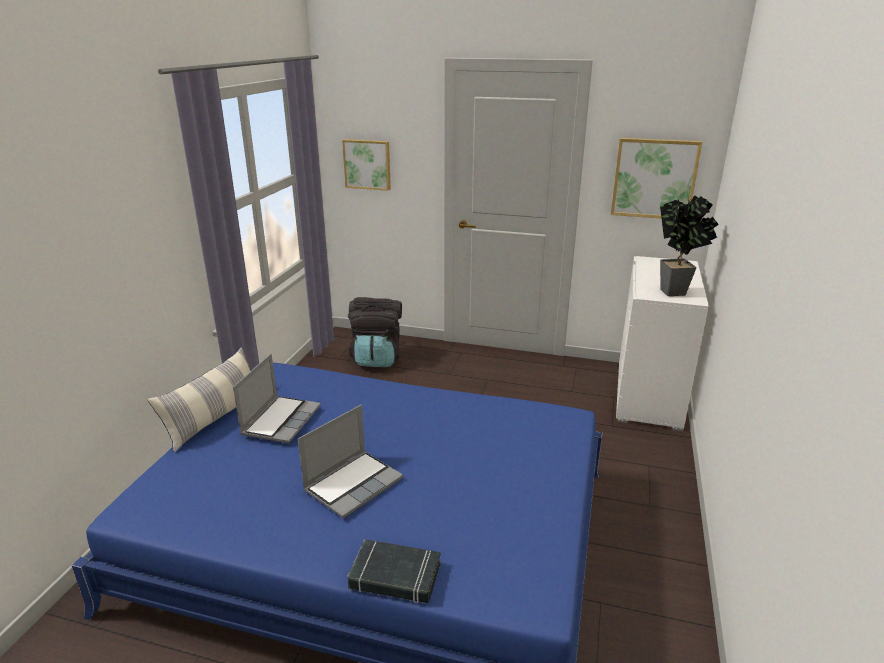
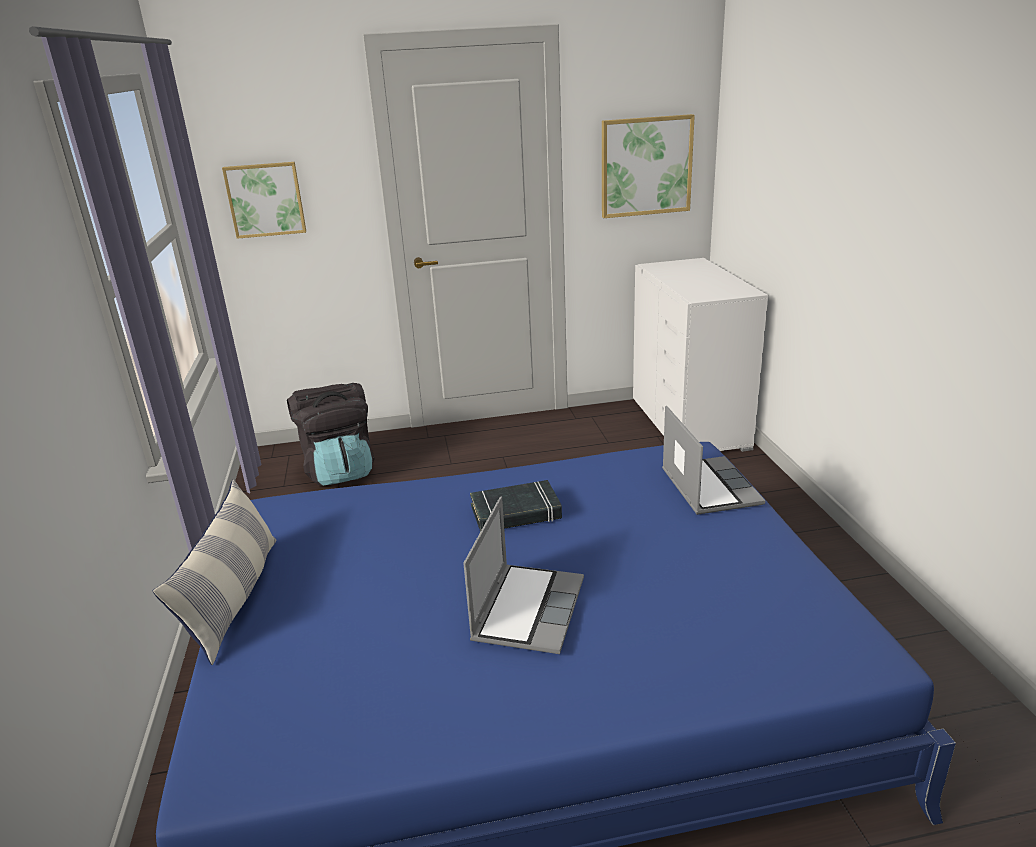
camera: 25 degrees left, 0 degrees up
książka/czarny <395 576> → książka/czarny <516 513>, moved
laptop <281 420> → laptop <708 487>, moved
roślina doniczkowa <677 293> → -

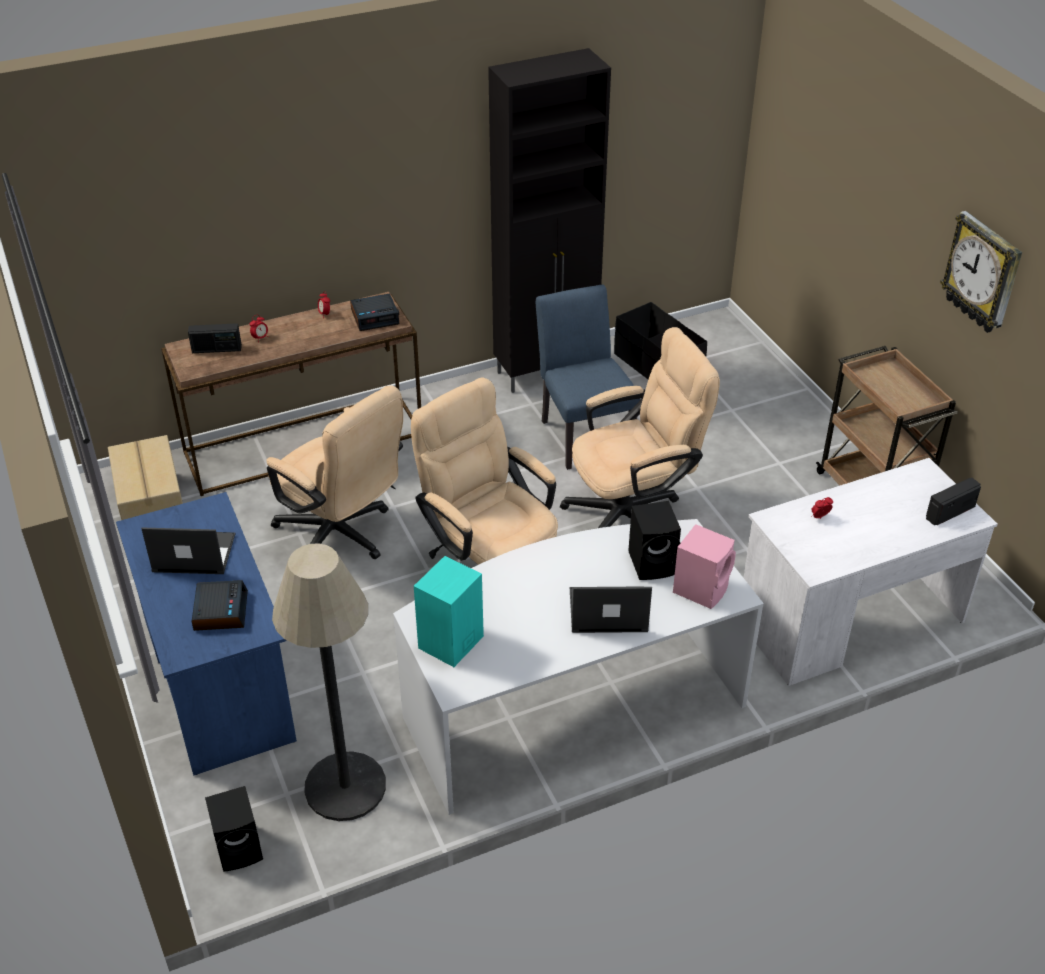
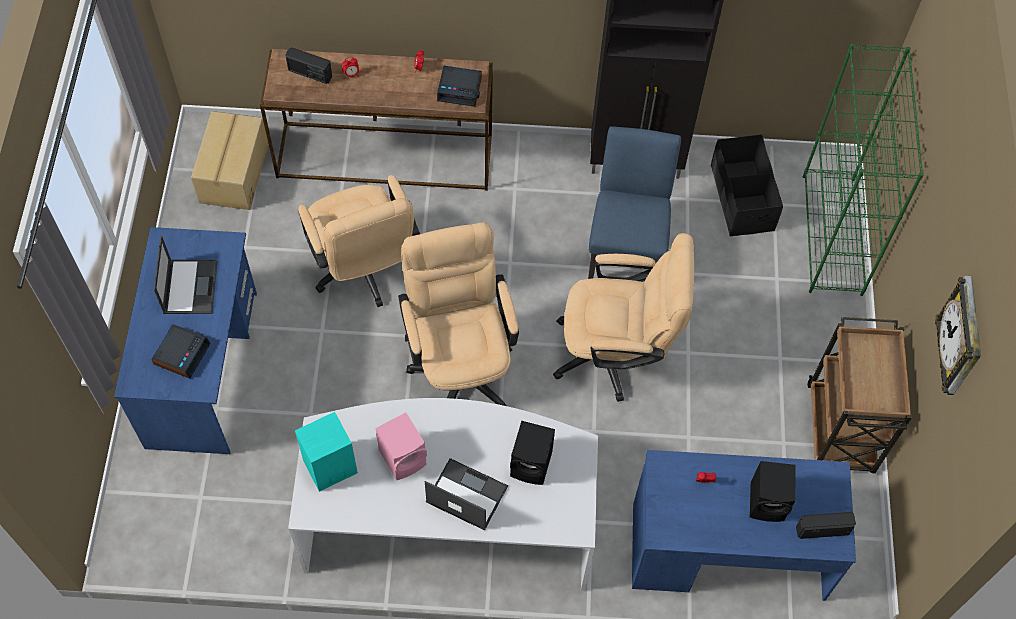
camera: 25 degrees right, 20 degrees up
laptop <193 553> → laptop <190 286>, 60 degrees clockwise
głośnik/różowy <702 588> → głośnik/różowy <404 457>, moved
biurko/biały <849 621> → biurko/niebieski <727 551>
głośnik/czarny <241 848> → głośnik/czarny <768 502>, moved
- → regał/zielony <832 235>
lampa stojąca <345 786> → -

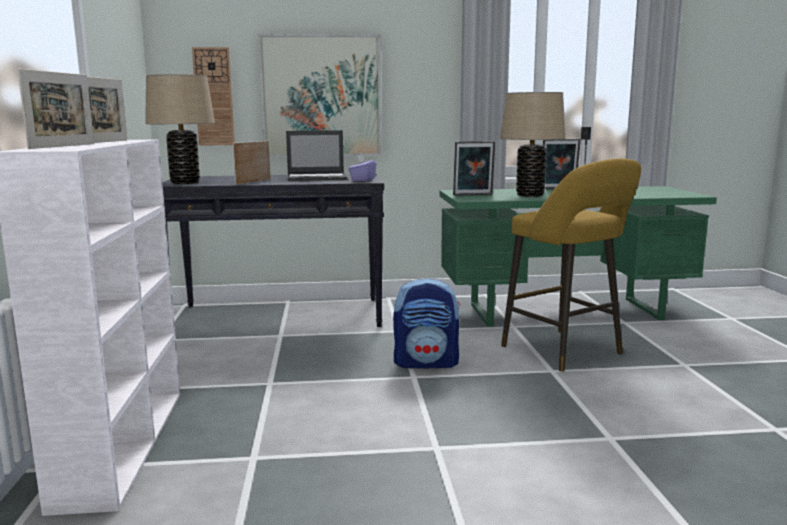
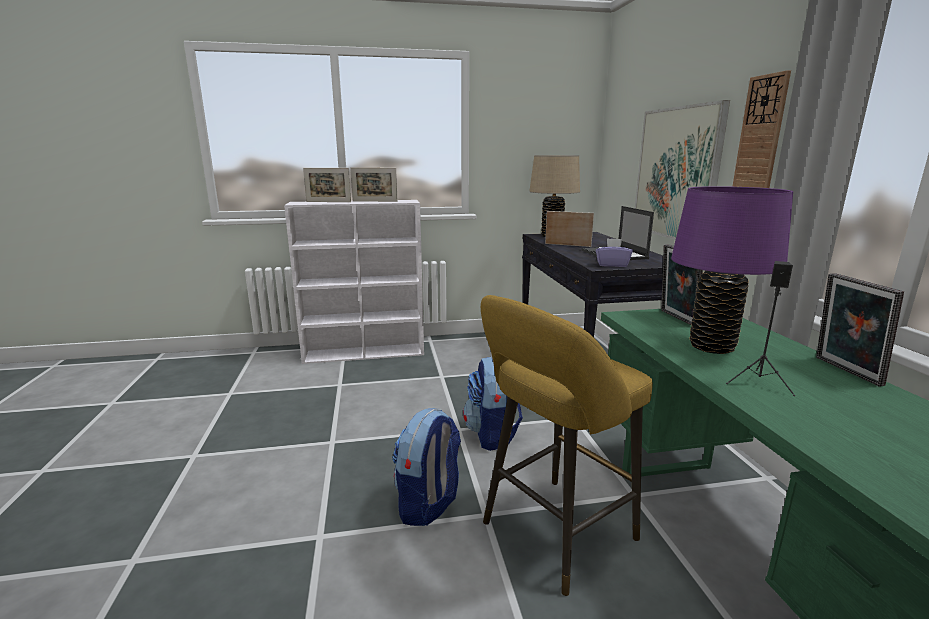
camera: 85 degrees right, 5 degrees up
- → plecak <428 504>
lampa stołowa/beżowy <530 195> → lampa stołowa/fioletowy <712 346>
zegar ścienny <214 97> → zegar ścienny <759 143>, moved

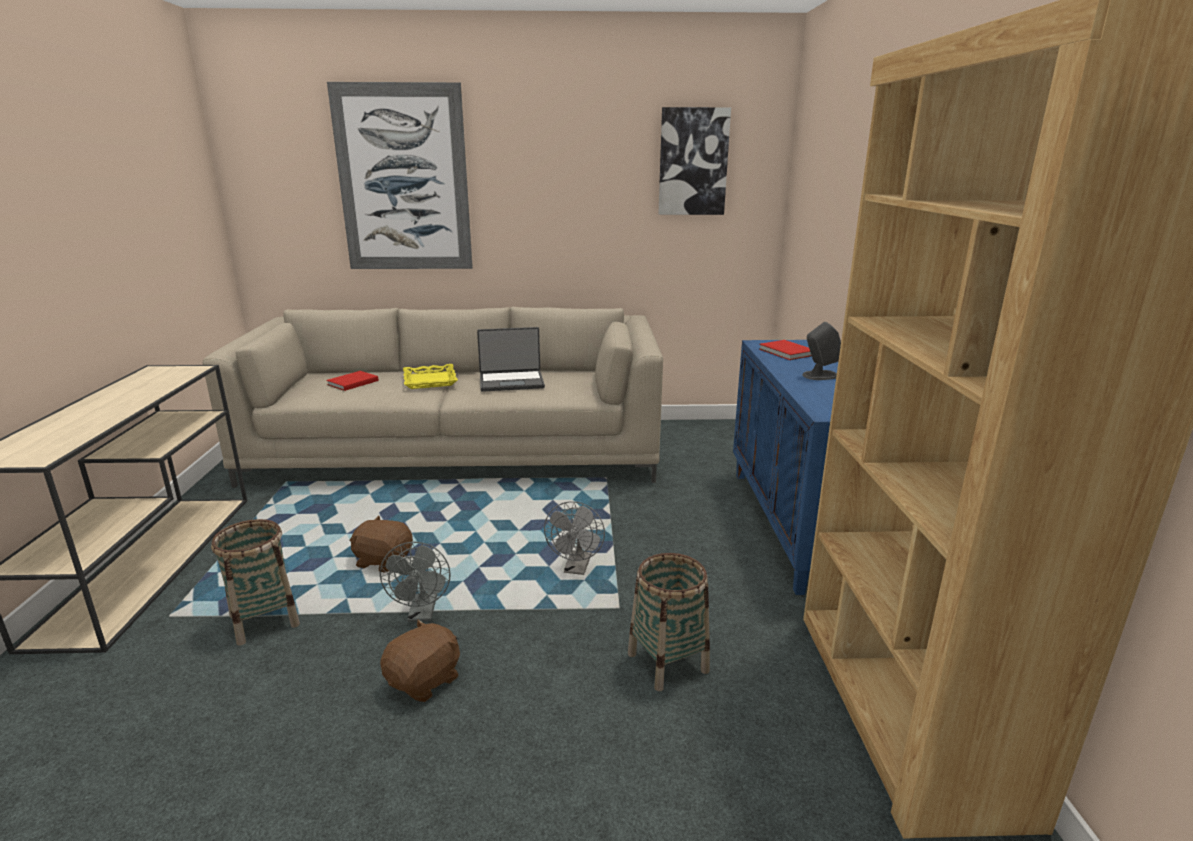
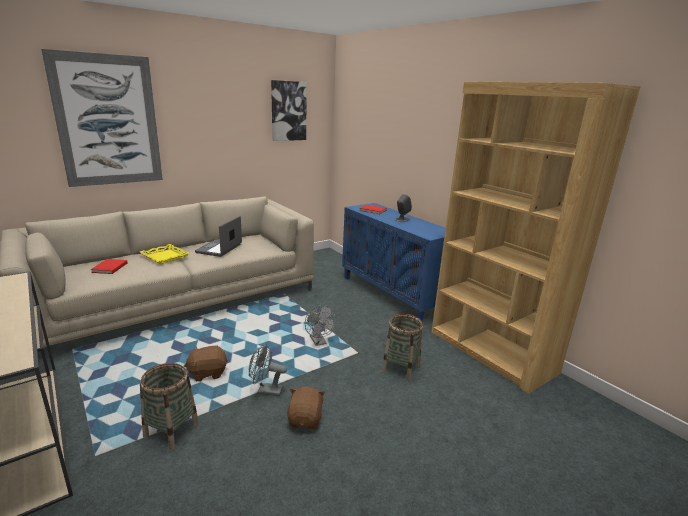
camera: 35 degrees left, 0 degrees up
laptop <511 382> → laptop <220 249>, 150 degrees clockwise
wentylator/szary <422 614> → wentylator/szary <265 390>, 135 degrees clockwise

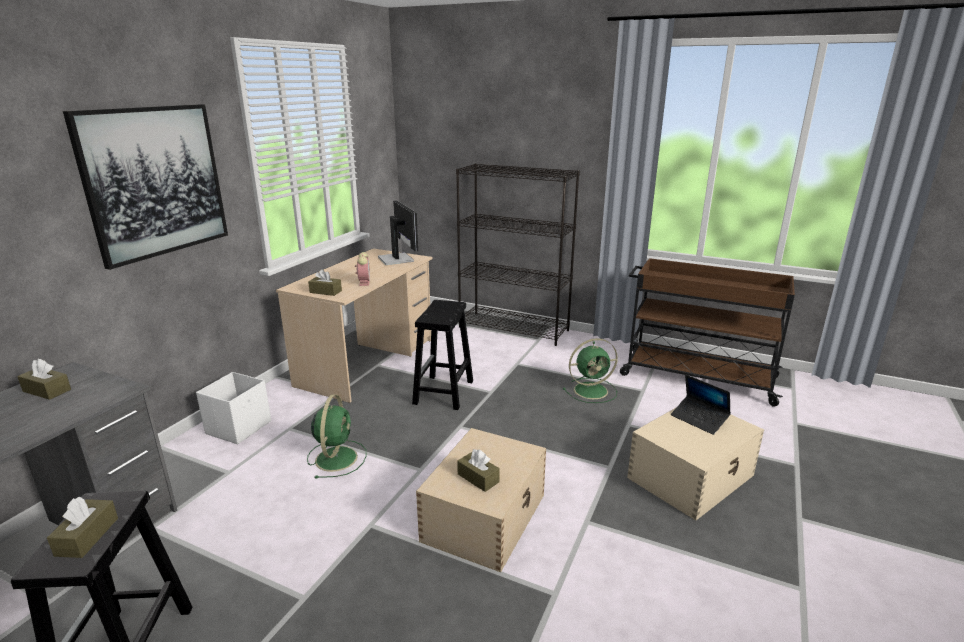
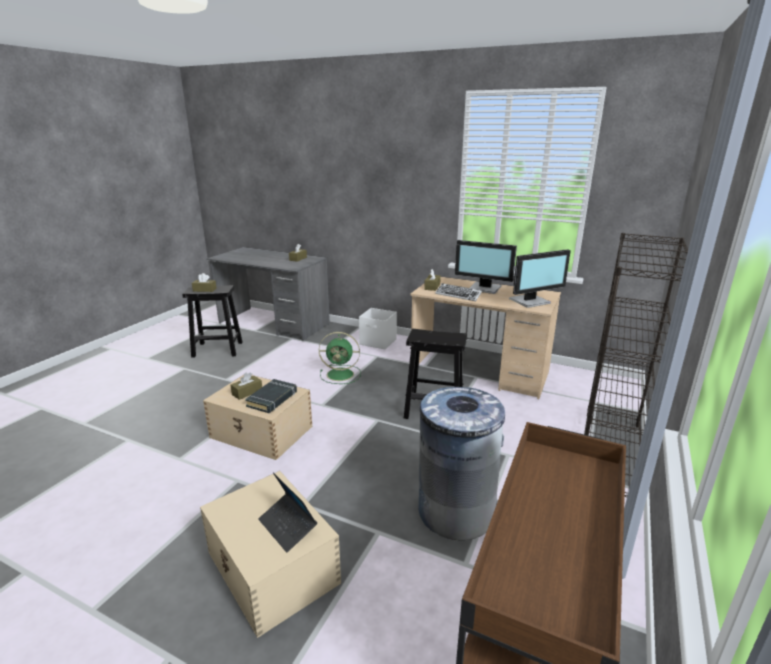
camera: 90 degrees right, 0 degrees up
- → książka/czarny <272 399>
laptop <699 419> → laptop <287 526>, 90 degrees counterclockwise
wentylator/zielony <592 390> → kosz na śmieci/szary <455 511>
budzik <364 282> → klawiatura <458 295>
- → monitor <485 289>
obraz <155 182> → -

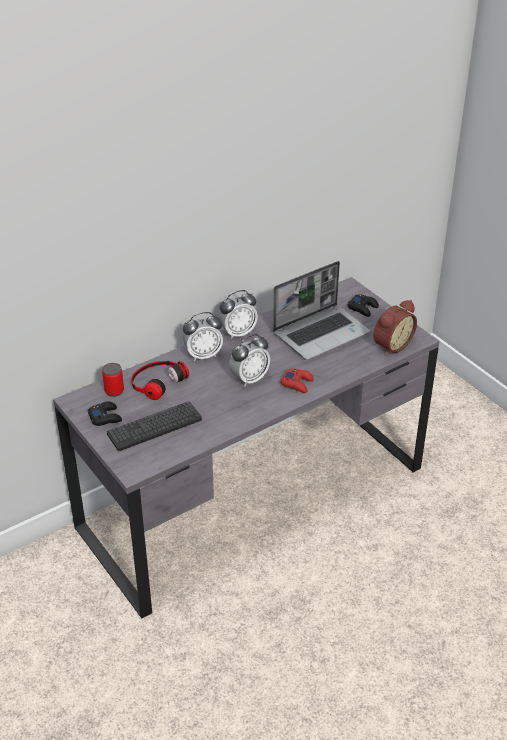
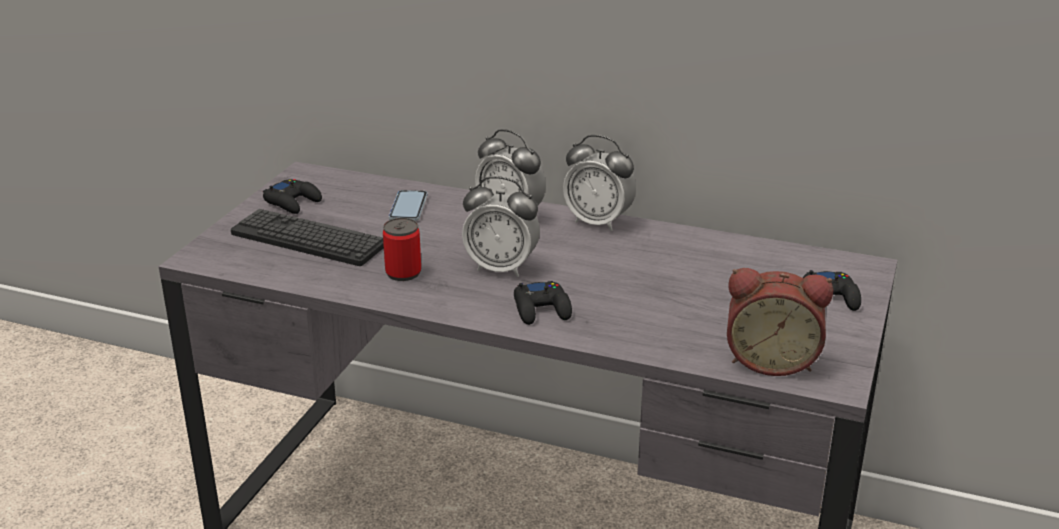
camera: 55 degrees right, 10 degrees down
puszka <114 391> → puszka <403 273>, moved
słuchawki <157 381> → telefon <408 207>
pad do gier/czerwony <297 383> → pad do gier/czarny <542 309>
laptop <321 333> → -

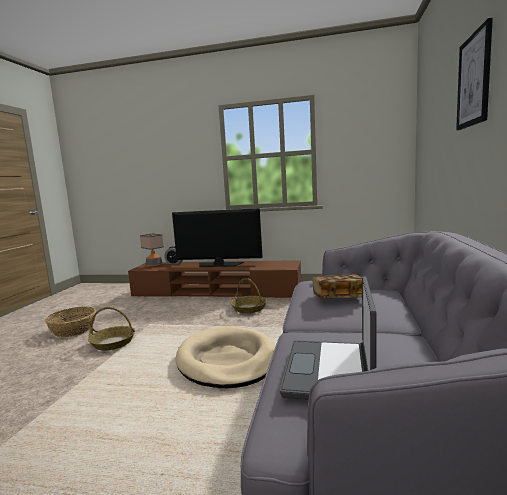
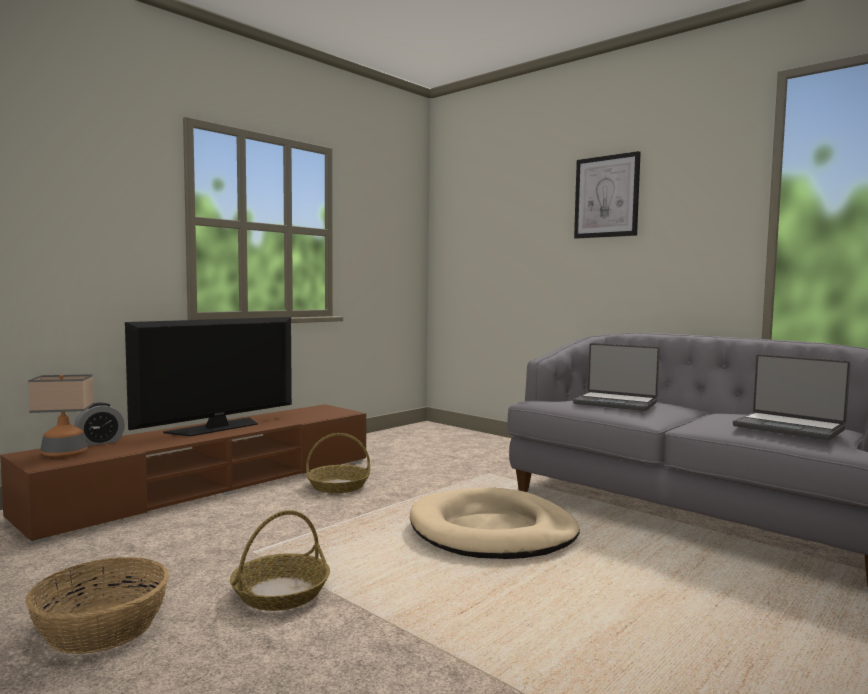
camera: 60 degrees left, 5 degrees down
książka <338 298> → laptop <616 403>

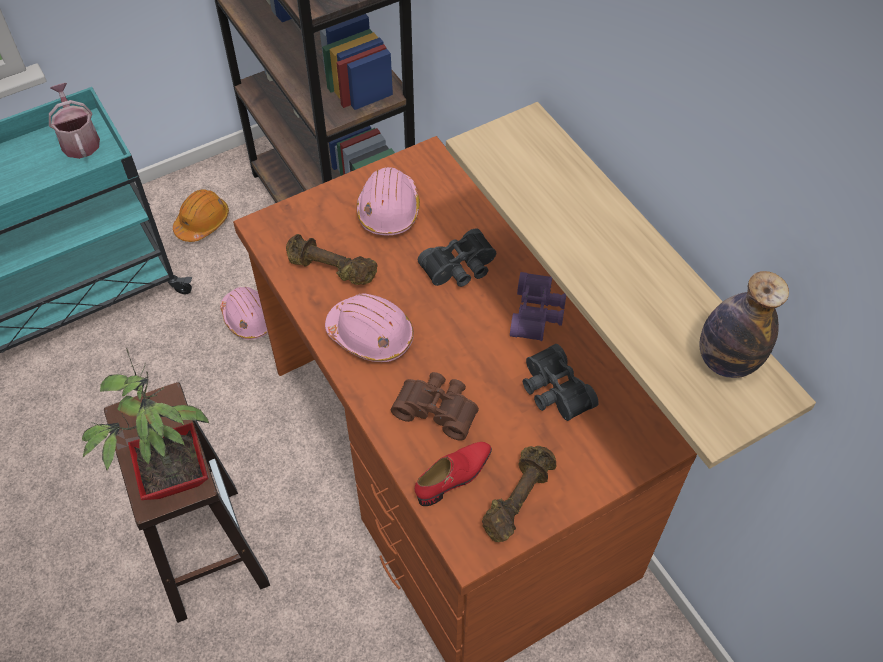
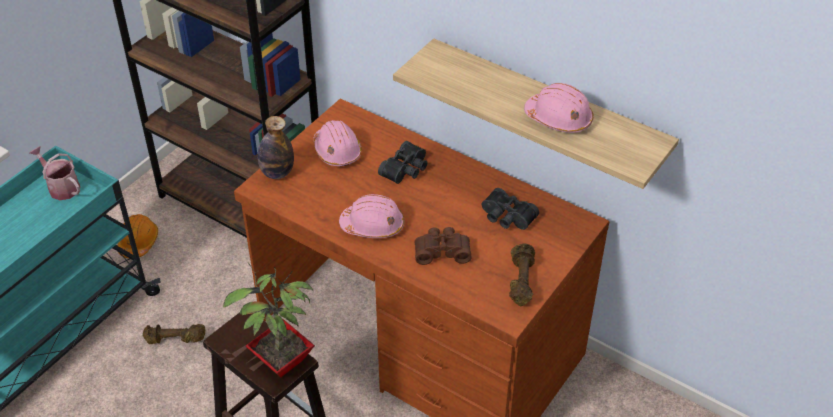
camera: 25 degrees left, 10 degrees down
hantel/brązowy <330 270> → hantel/brązowy <175 340>, moved
butelka <726 360> → butelka <277 173>, moved
kask/różowy <249 318> → kask/różowy <559 119>, moved
but/czerwony <454 476> → -
lornetka/fioletowy <538 314> → -

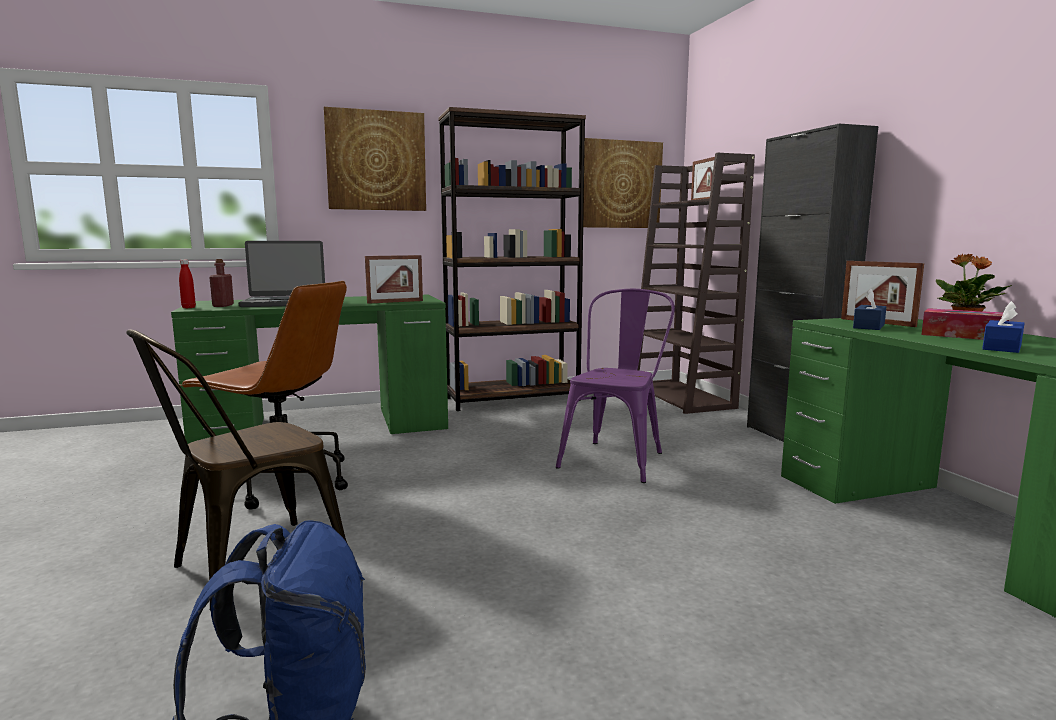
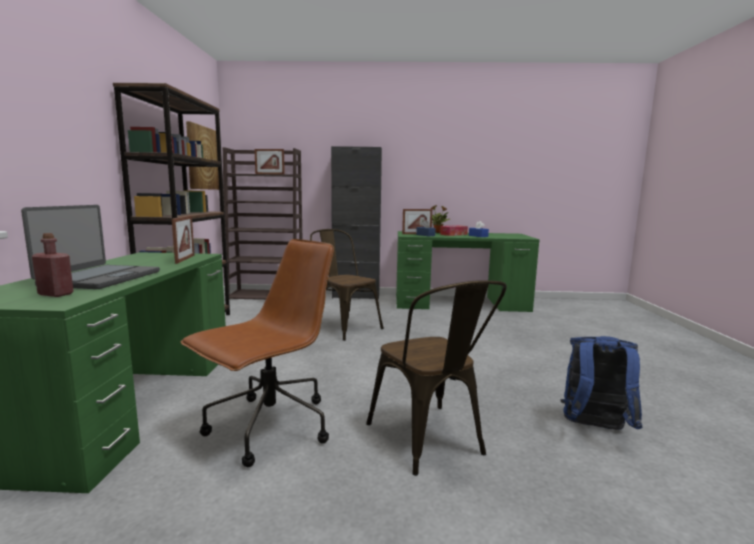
camera: 70 degrees left, 0 degrees up
krzesło/fioletowy <617 457> → krzesło/brązowy <344 326>
butelka/czerwony <188 307> → -
obraz <376 161> → -

